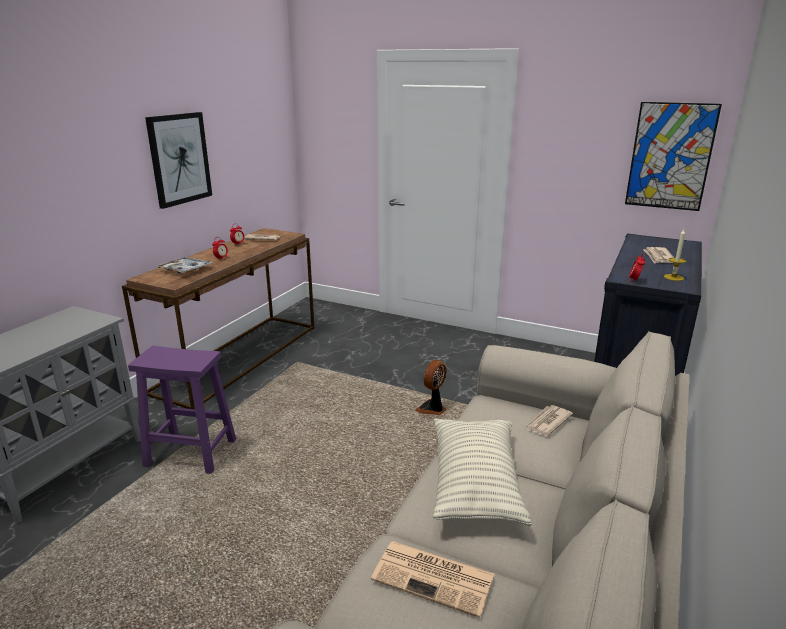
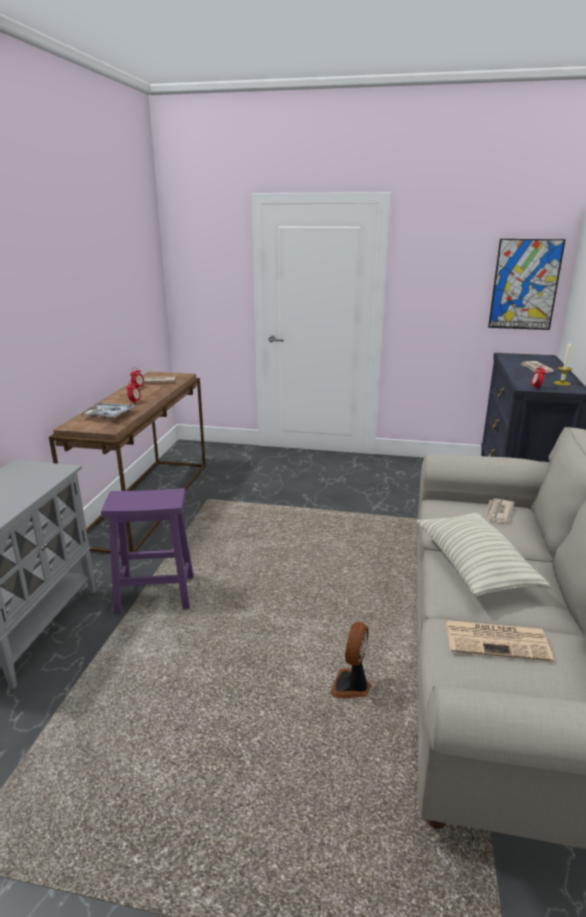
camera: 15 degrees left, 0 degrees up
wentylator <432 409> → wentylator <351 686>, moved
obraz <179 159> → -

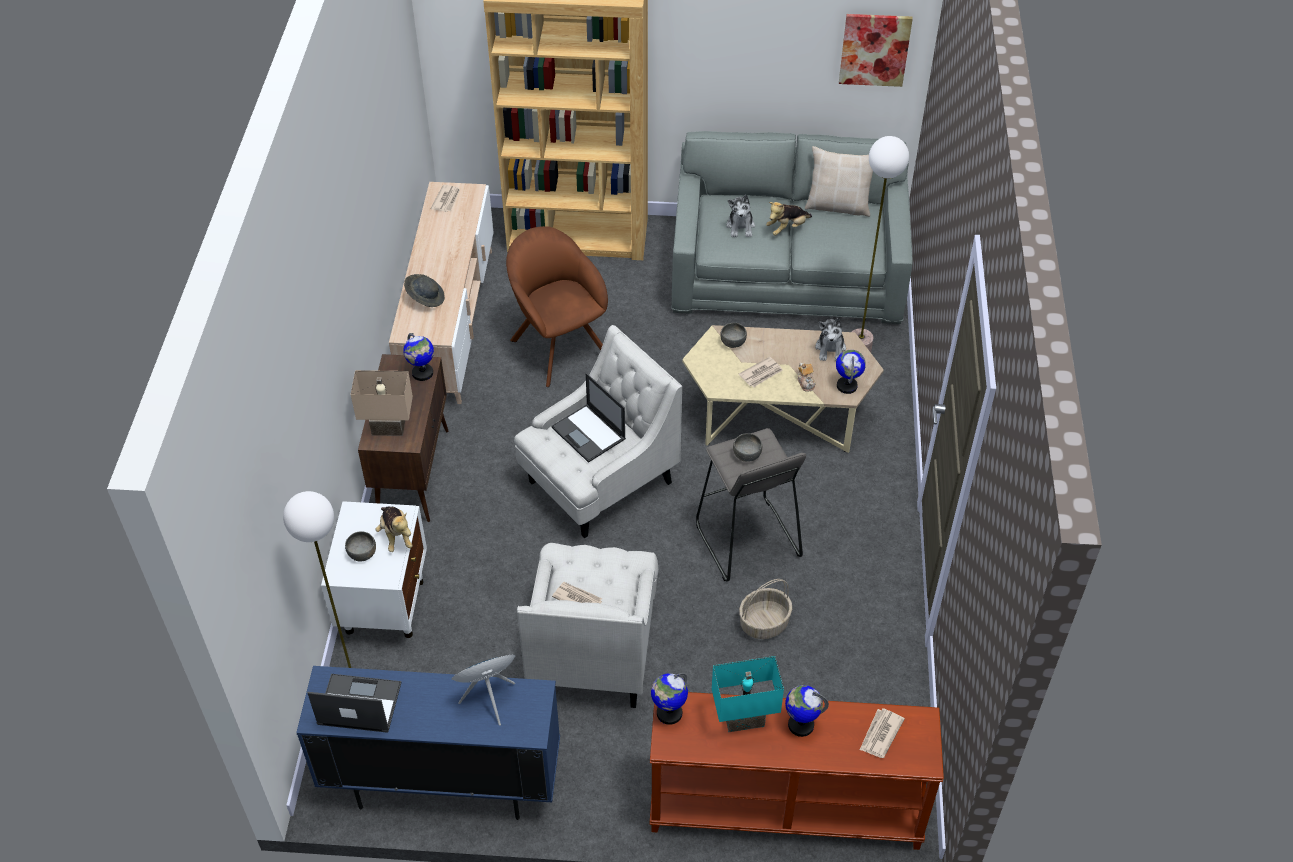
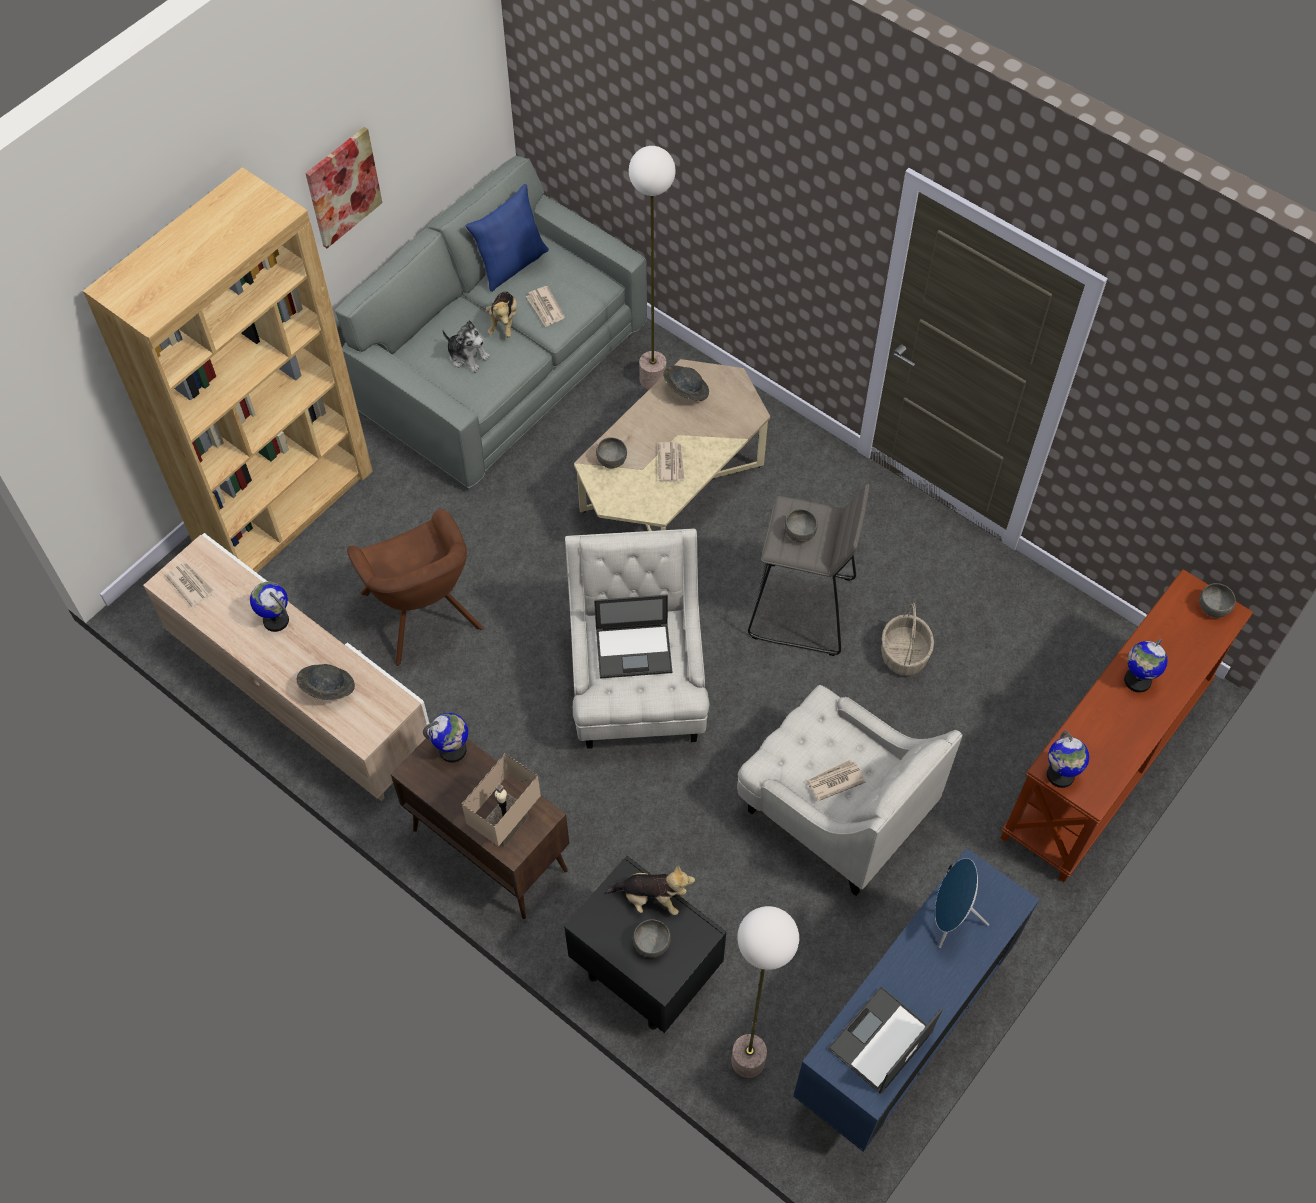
camera: 55 degrees left, 10 degrees up
globus <847 386> → globus <276 620>, moved
obraz <874 49> → obraz <343 187>, moved
fotel/brązowy <558 345> → fotel/brązowy <424 615>, 120 degrees counterclockwise
poduszka/beżowy <838 206> → poduszka/niebieski <511 264>
gazeta <880 734> → gazeta <545 308>, moved
szafka nocna/biały <385 605> → szafka nocna/czarny <644 972>
pluszak <830 349> → kapelusz/szary <685 390>
- → miska/szary <1213 608>
lampa stołowa/turkusowy <744 717> → -
imbryk <806 382> → -

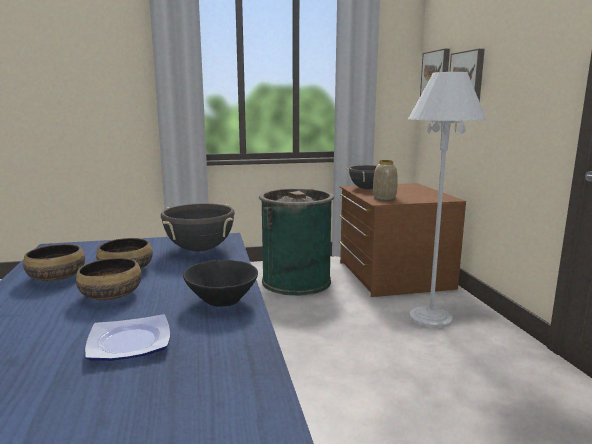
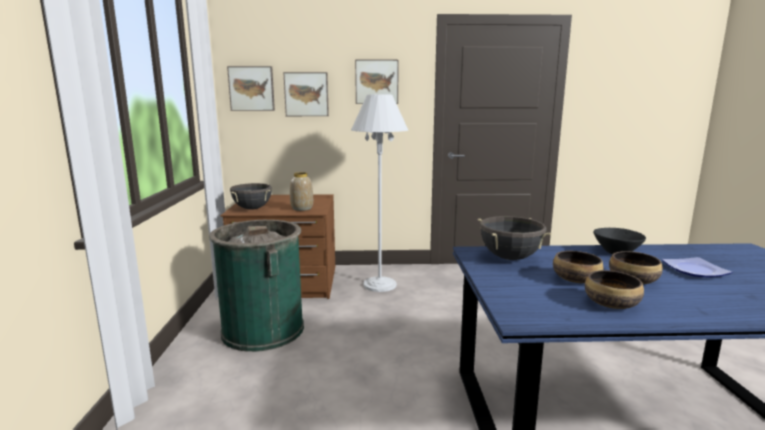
camera: 80 degrees left, 0 degrees up
- → obraz <376 82>

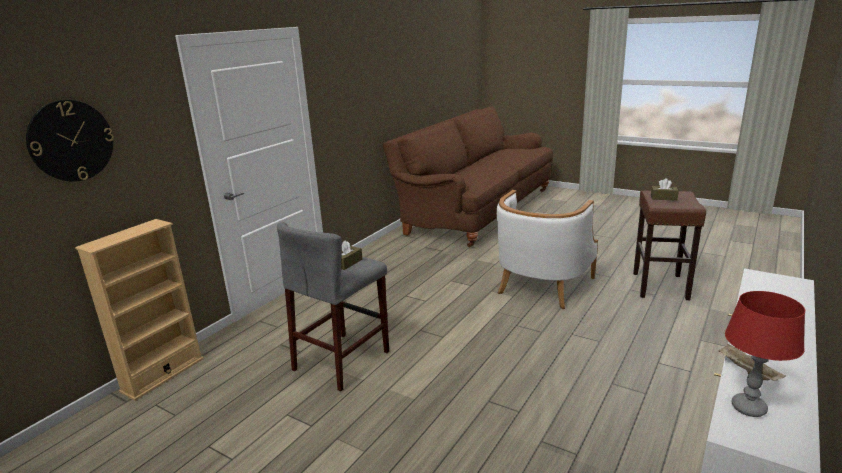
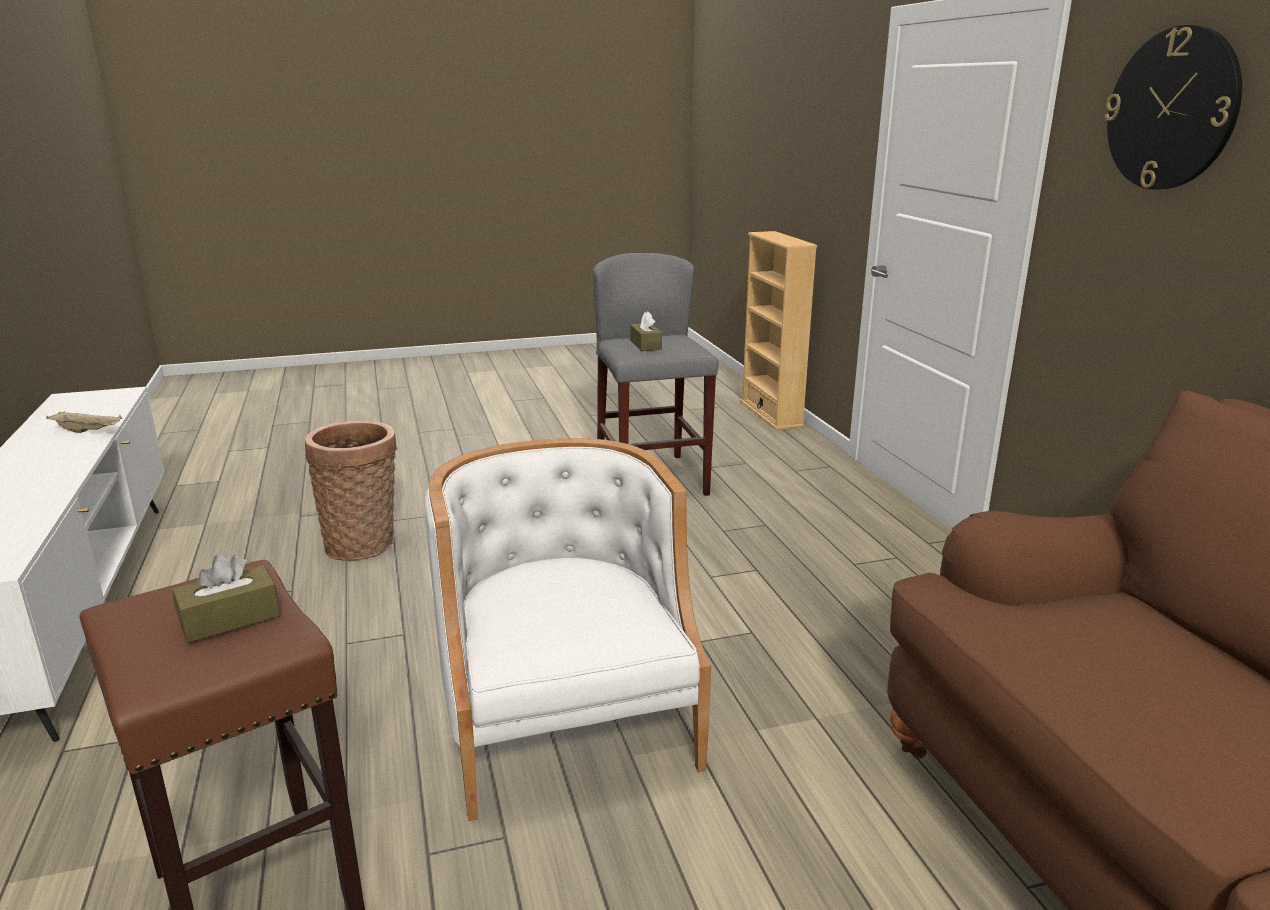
camera: 130 degrees right, 0 degrees up
- → koszyk <363 543>
zegar ścienny <71 141> → zegar ścienny <1172 109>, moved
lampa stołowa/czerwony <748 407> → -

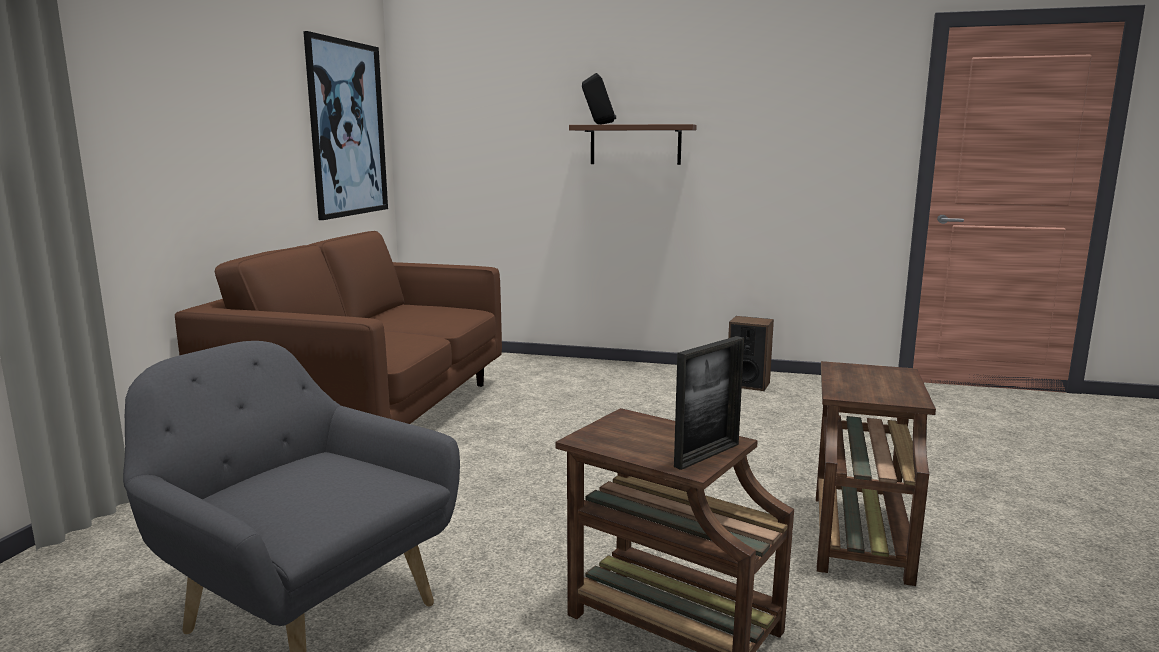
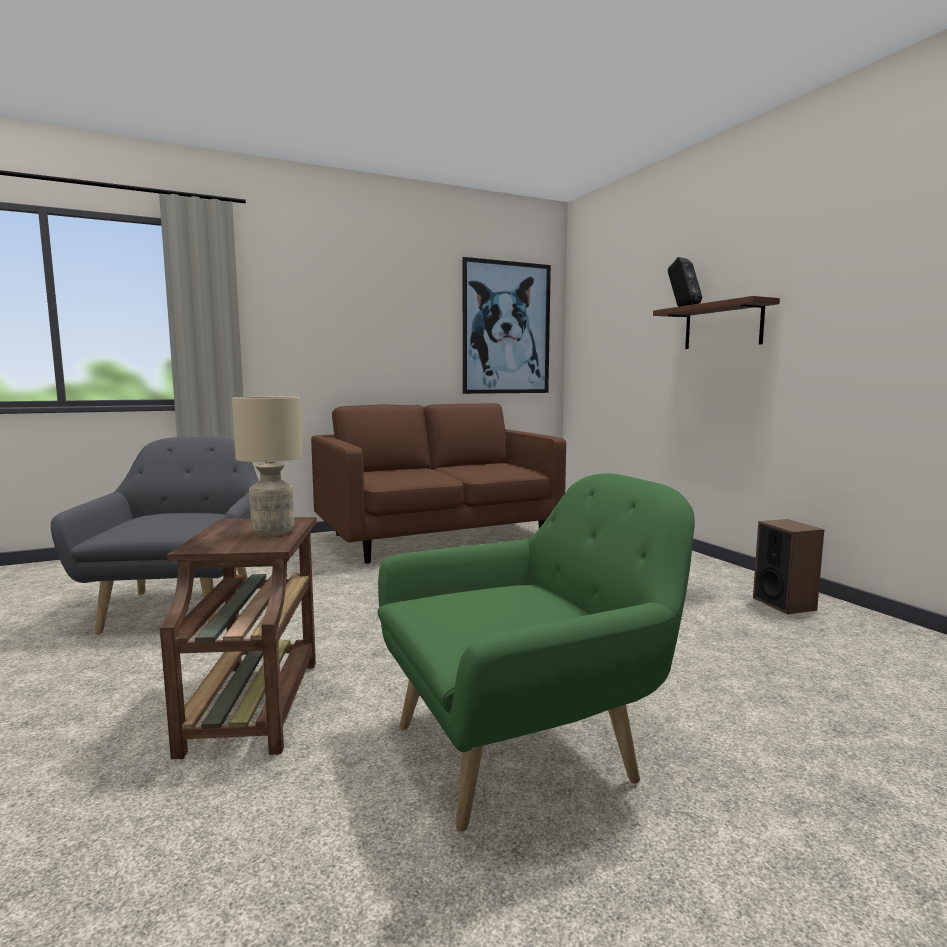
camera: 50 degrees right, 5 degrees down
- → lampa stołowa/beżowy <272 532>
stolik/brązowy <860 535> → fotel/zielony <526 747>
ramka na zdjęcie <707 455> → -

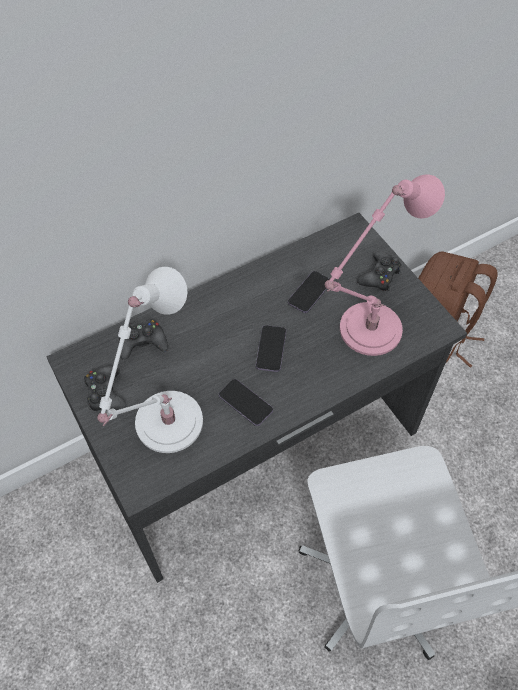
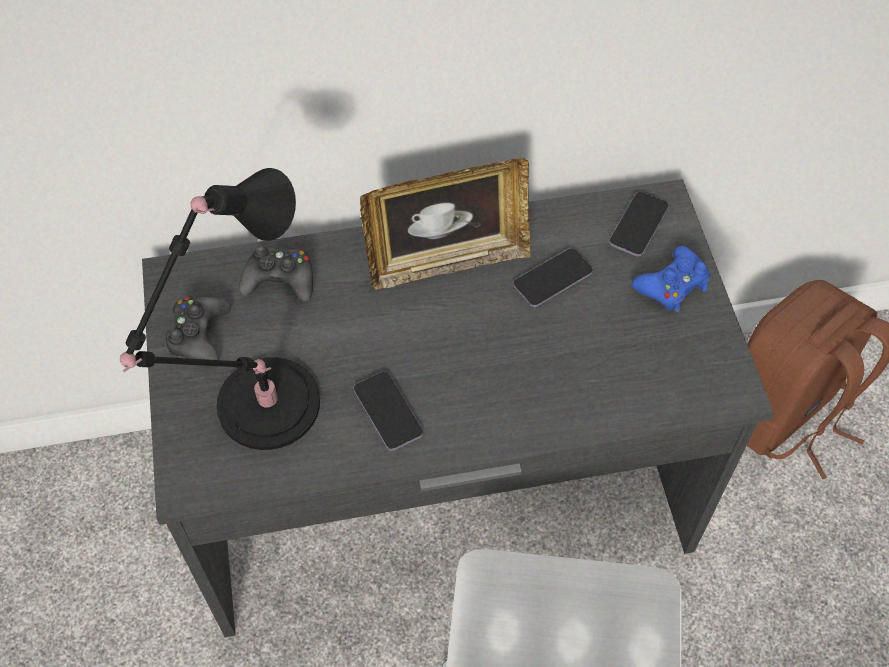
camera: 20 degrees right, 0 degrees up
lampa stołowa/biały <165 426> → lampa stołowa/czarny <260 409>
- → ramka na zdjęcie <447 261>
telefon <271 349> → telefon <638 225>, moved
pad do gier/czarny <380 276> → pad do gier/niebieski <672 285>
lampa stołowa/różowy <366 331> → -

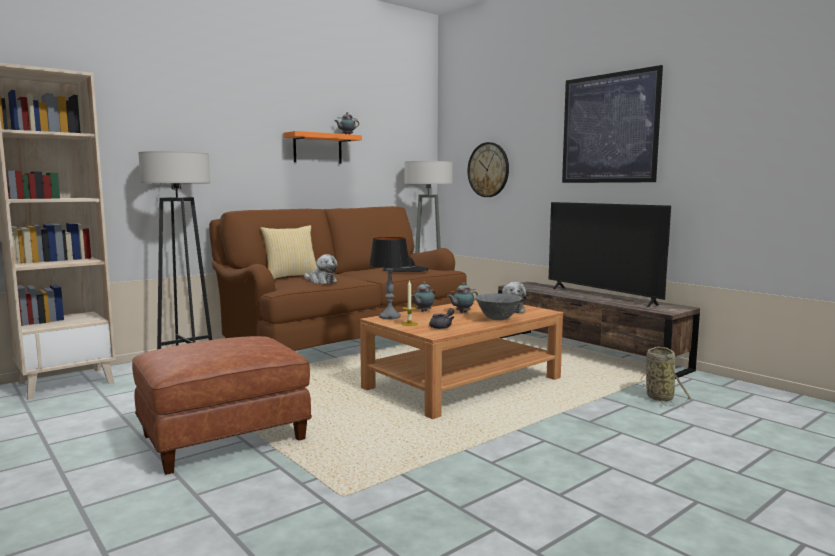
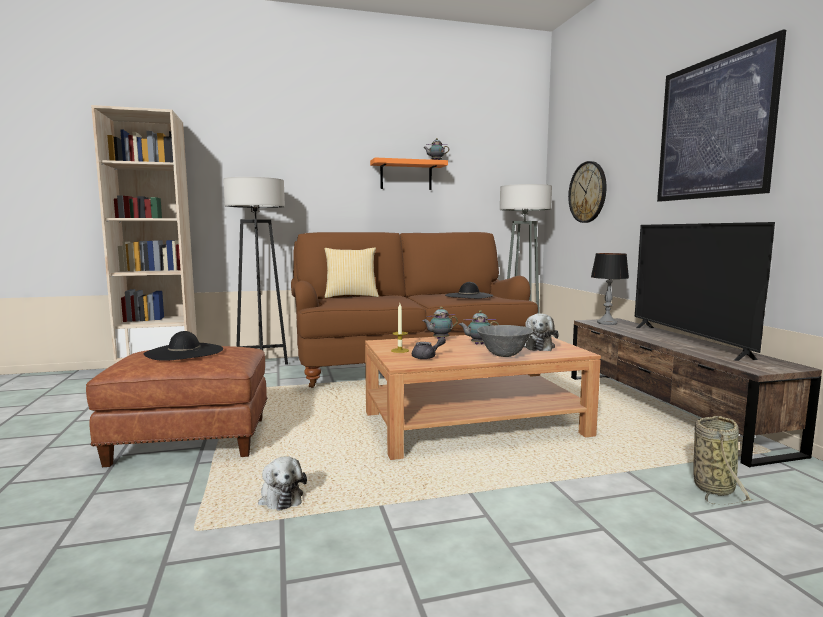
camera: 25 degrees right, 0 degrees up
- → kapelusz/czarny <184 352>
pluszak <321 281> → pluszak <280 498>, moved
lampa stołowa <389 317> → lampa stołowa <606 323>, moved

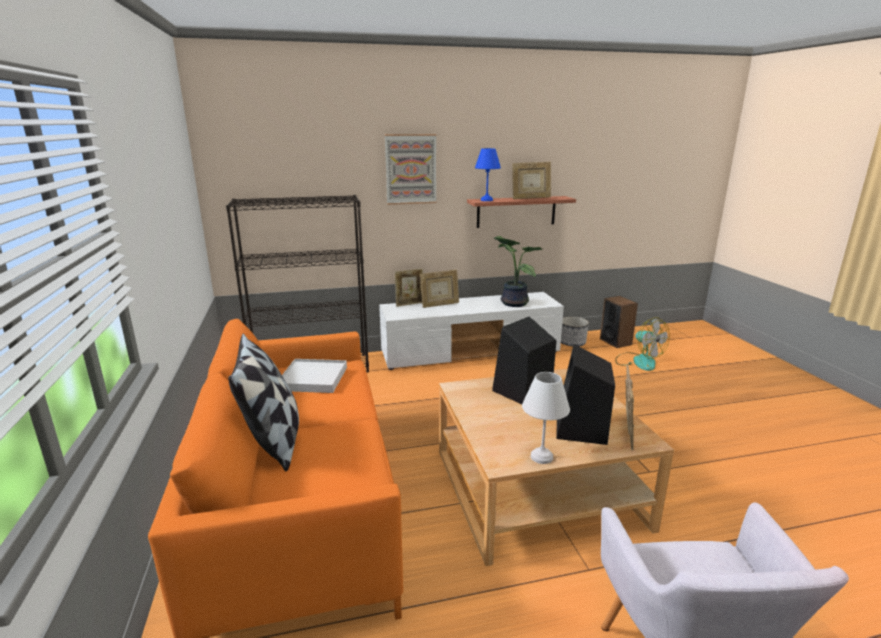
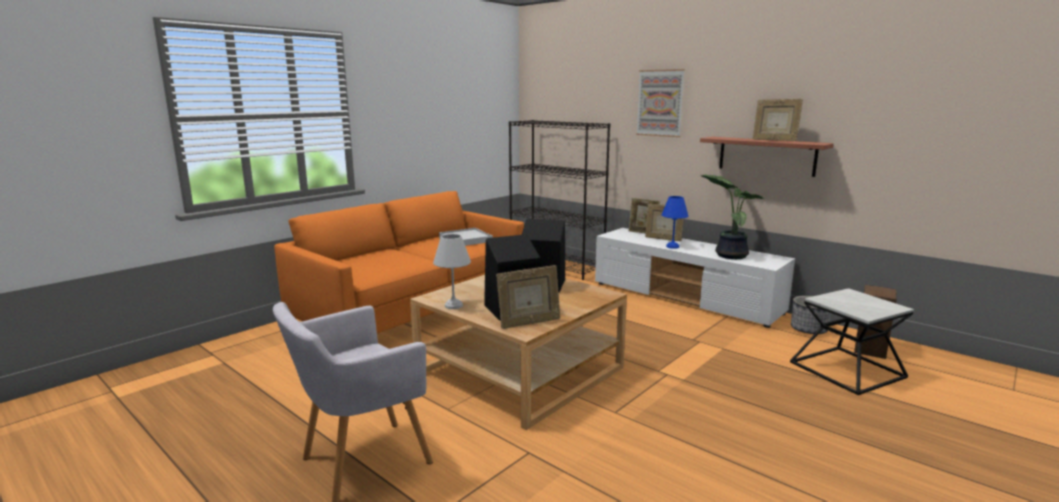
camera: 55 degrees right, 5 degrees down
lampa stołowa/niebieski <486 200> → lampa stołowa/niebieski <672 246>, moved
wentylator <638 361> → stolik <847 370>
poduszka <273 441> → -

